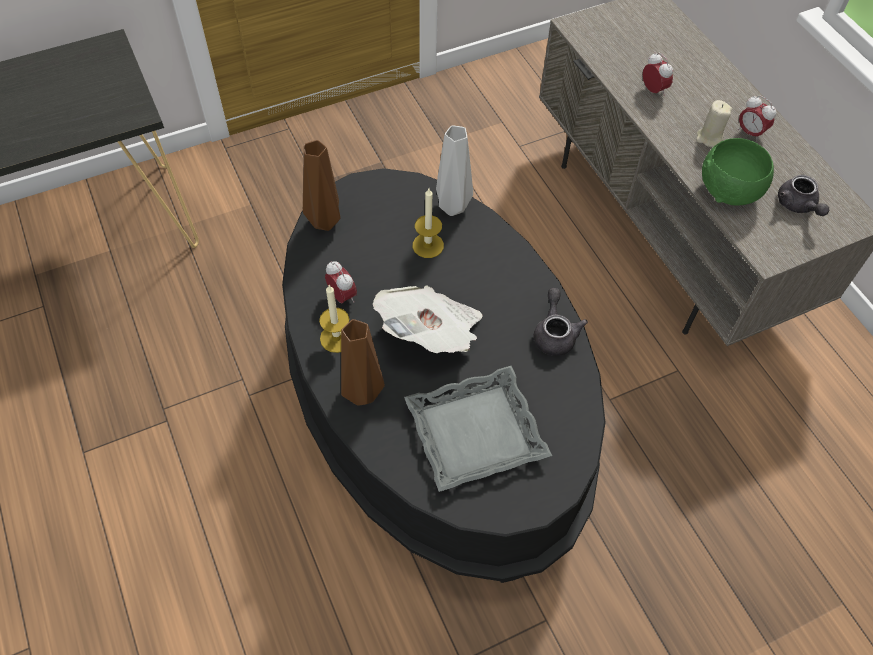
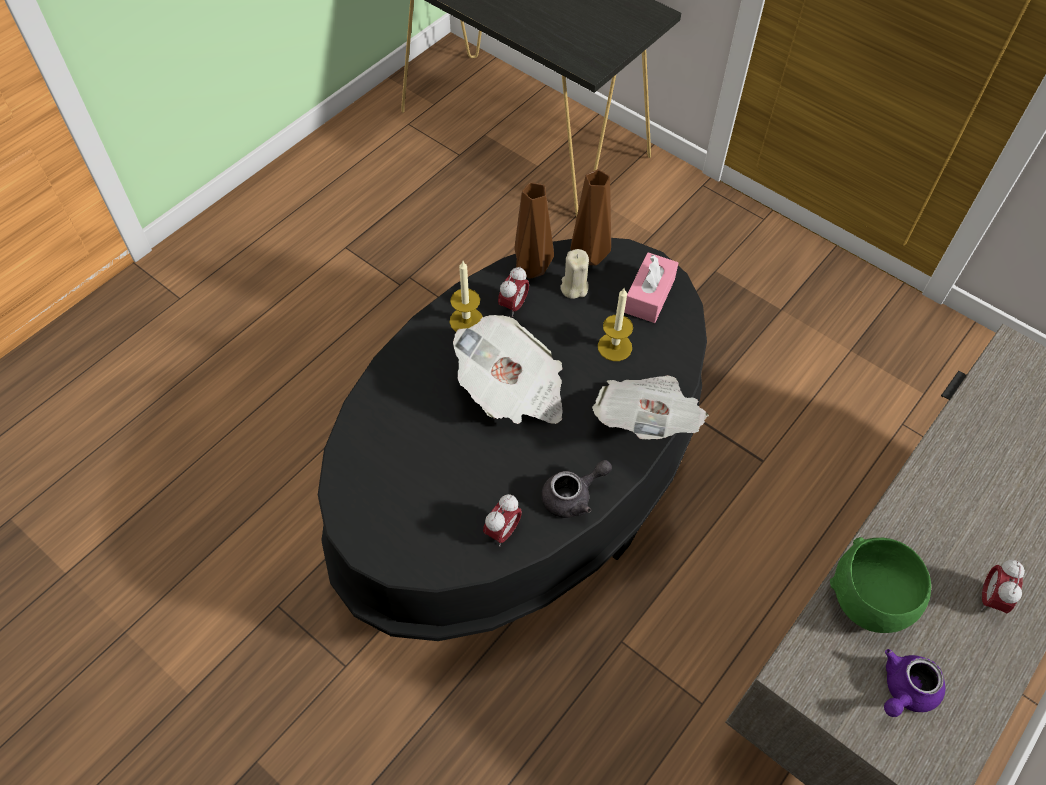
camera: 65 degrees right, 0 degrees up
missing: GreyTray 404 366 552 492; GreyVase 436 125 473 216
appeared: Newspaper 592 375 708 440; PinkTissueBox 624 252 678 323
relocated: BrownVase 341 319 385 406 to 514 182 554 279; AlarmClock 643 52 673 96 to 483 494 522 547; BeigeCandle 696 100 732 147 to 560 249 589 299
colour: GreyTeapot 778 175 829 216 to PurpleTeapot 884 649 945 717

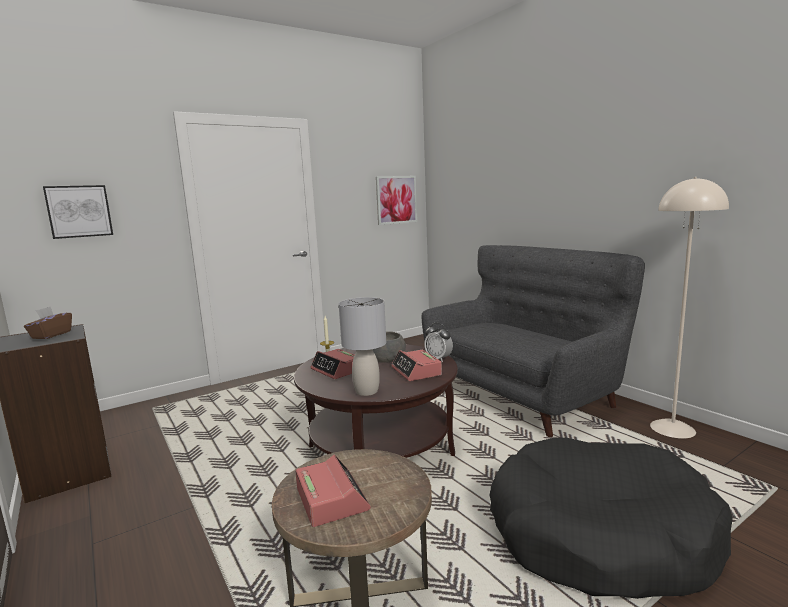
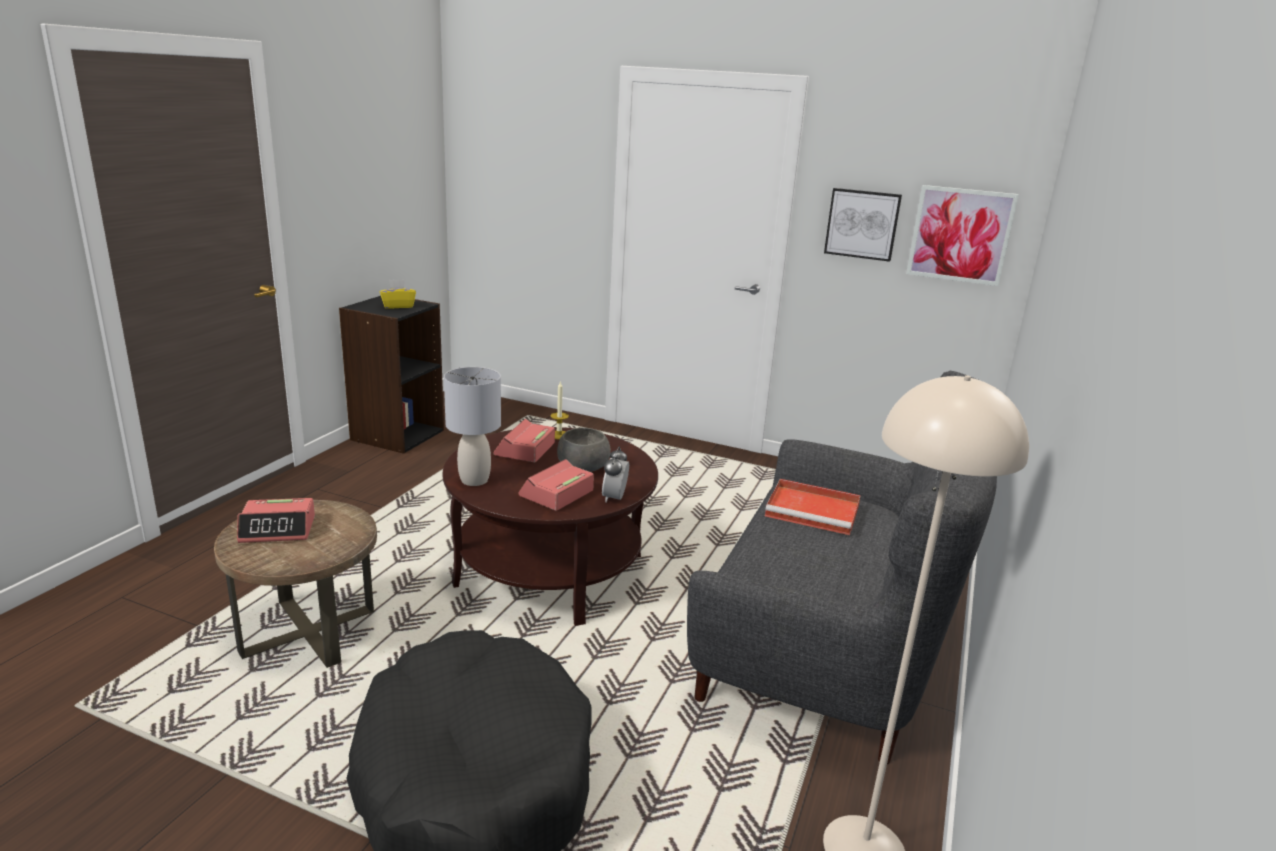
camera: 55 degrees right, 10 degrees up
appeared: RedTray 765 479 861 535
relocated: Picture 43 185 113 239 to 824 188 902 262
colour: BrownTissueBox 24 307 72 339 to YellowTissueBox 380 279 416 309
spun: AlarmClock 295 455 371 527 = 237 498 315 543 45 degrees clockwise

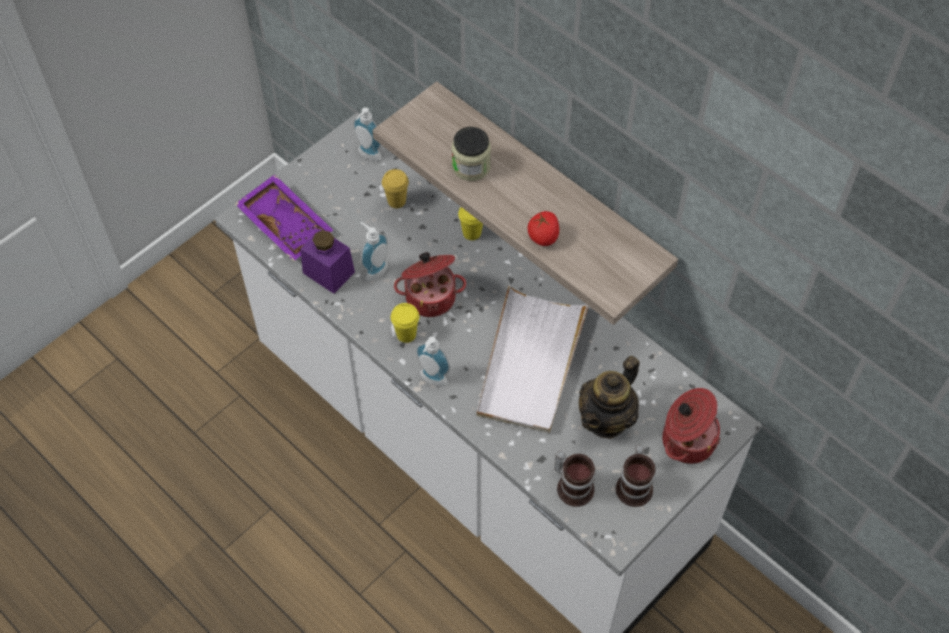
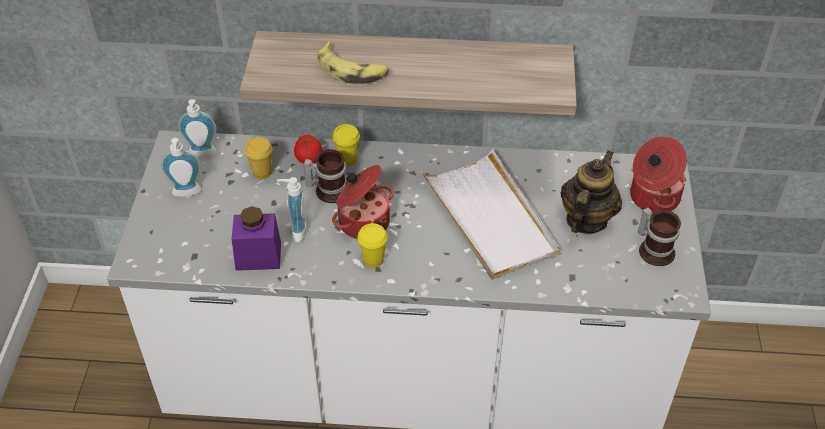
camera: 40 degrees left, 10 degrees down
missing: PurpleTray 235 174 333 261
relocated: SoapDispenser 416 336 450 387 to 161 138 202 197; Tomato 527 211 559 246 to 294 135 323 163; Mug 554 450 595 507 to 304 149 347 203
exchanged: Jar 452 127 491 181 to Banana 318 41 389 84
spun: Teapot 579 356 640 439 = 560 150 622 234 150 degrees counterclockwise

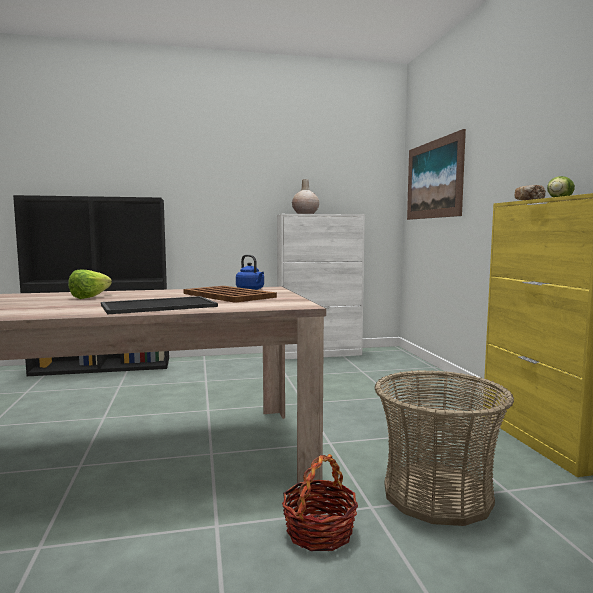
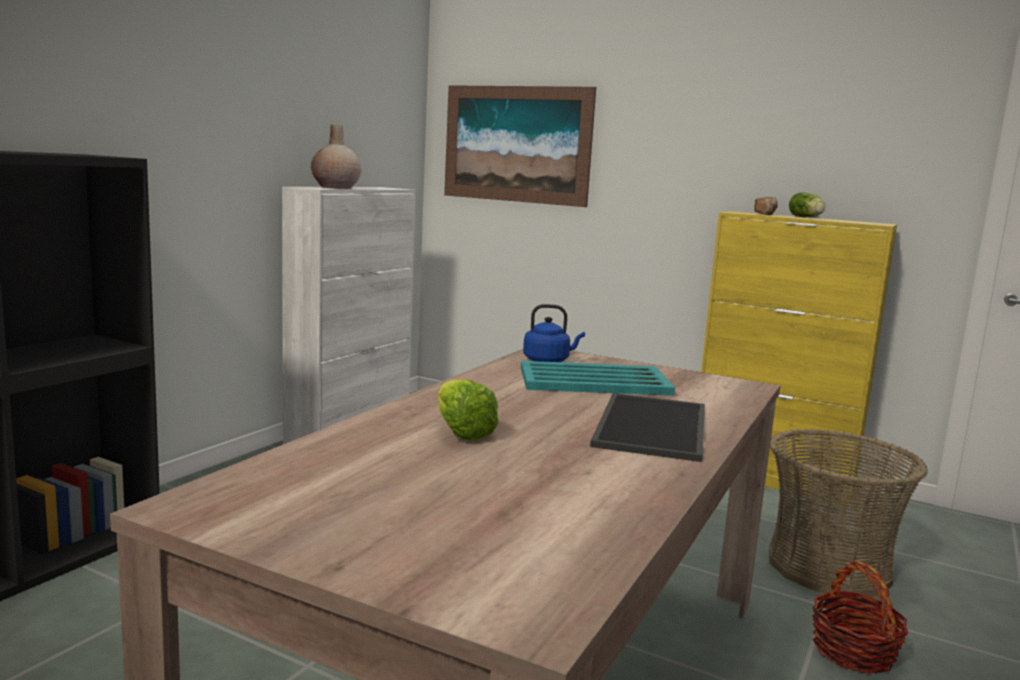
camera: 50 degrees left, 5 degrees up
colour: BrownTray 183 286 277 303 to TurquoiseTray 521 361 675 396

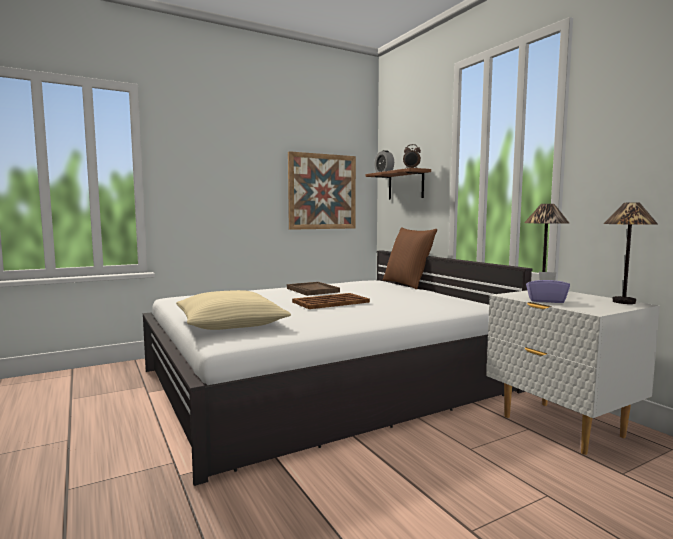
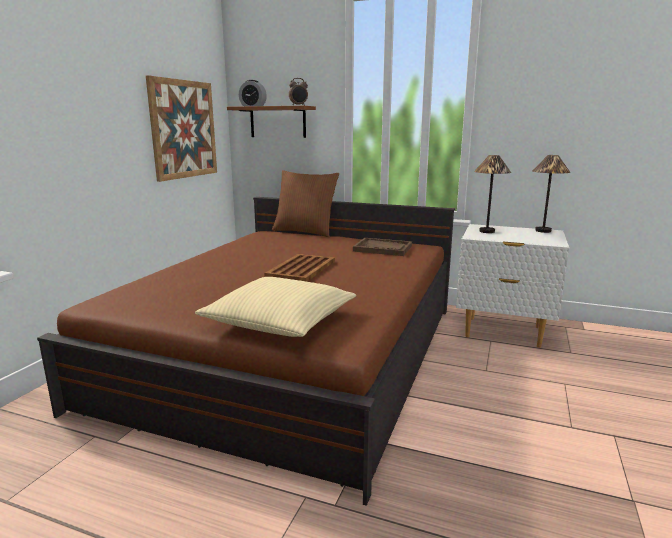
camera: 40 degrees left, 10 degrees up
missing: PurpleTissueBox 526 272 570 303
relocated: BrownTray 287 282 340 296 to 353 238 412 256
colour: WhiteBed 143 251 533 486 to BrownBed 37 197 455 506

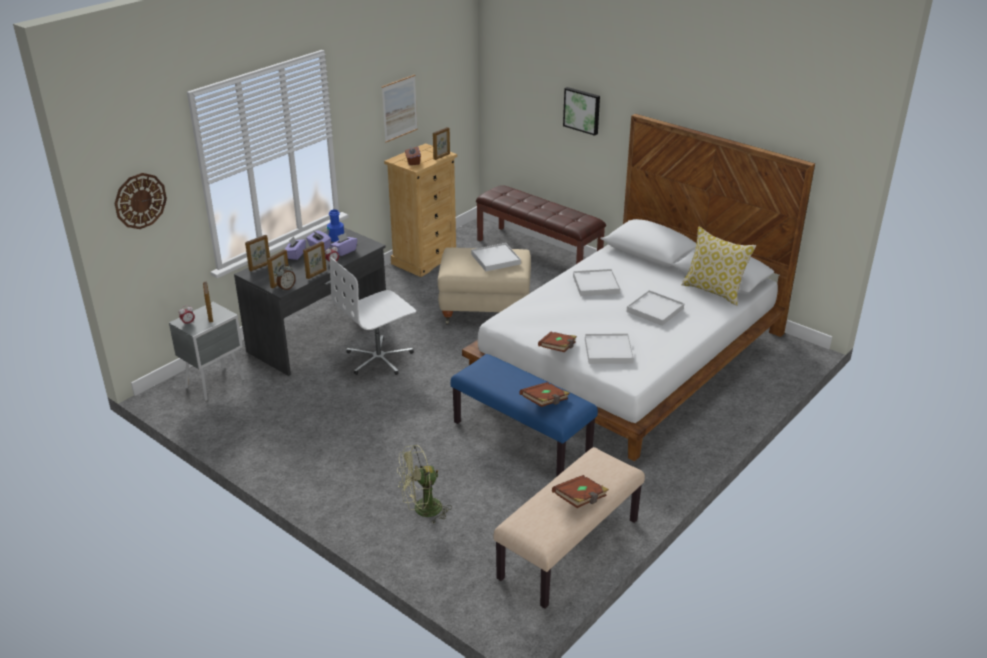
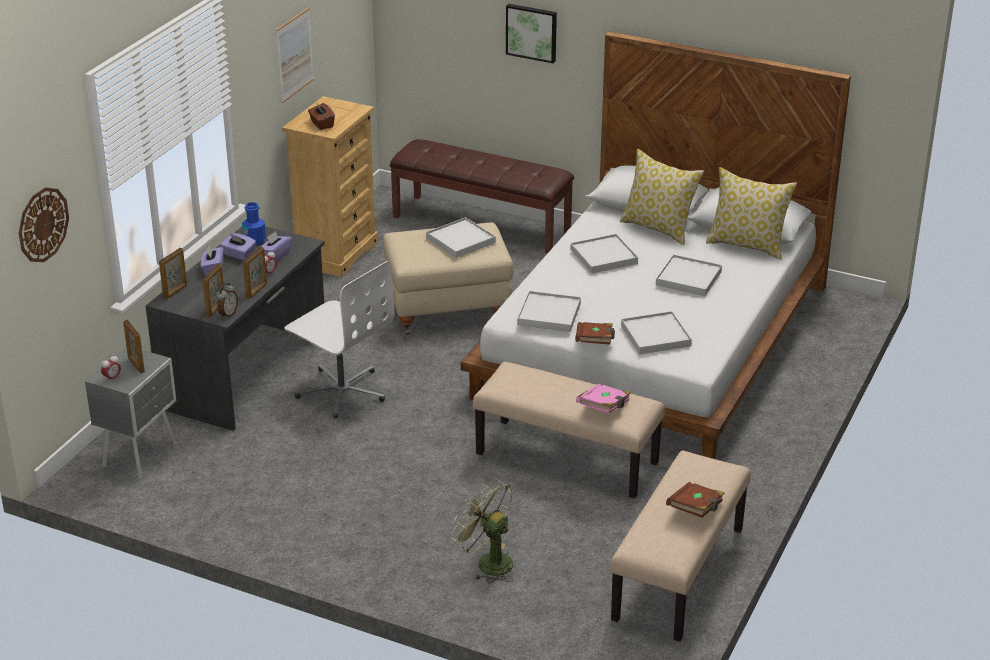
camera: 15 degrees left, 0 degrees up
missing: PictureFrame 433 127 450 160
appeared: WhiteTray 517 291 581 332; Pillow 620 149 704 245
colour: BlueBench 450 354 598 477 to BeigeBench 473 362 665 499; BrownBook 519 382 570 407 to PinkBook 576 384 631 413
spun: WhiteOfficeChair 330 257 416 375 = 285 261 394 418 90 degrees counterclockwise; GreenFan 397 445 452 524 = 452 478 513 584 75 degrees clockwise

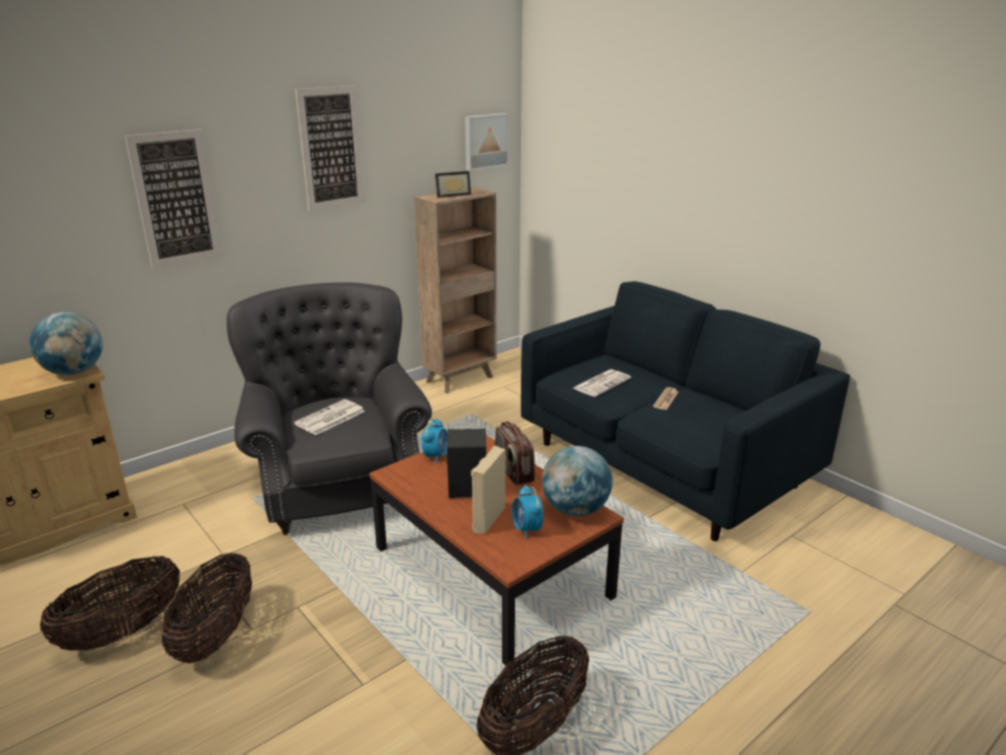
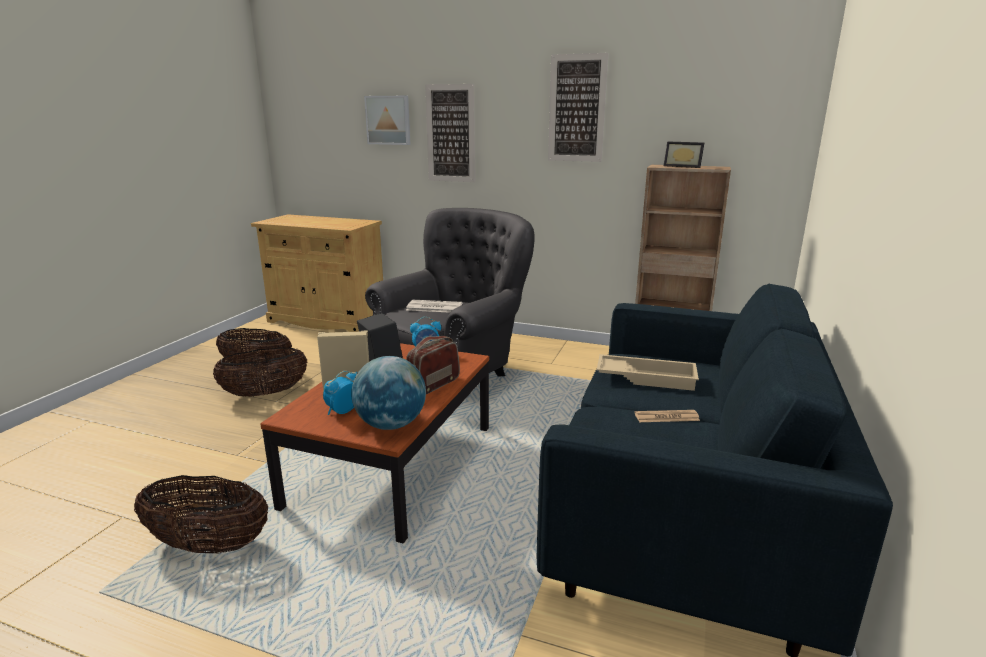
camera: 60 degrees right, 5 degrees down
missing: Globe 29 312 103 375
relocated: Picture 465 113 509 171 to 364 96 411 145
exchanged: Newspaper 573 369 631 397 to BeigeTray 597 354 699 391

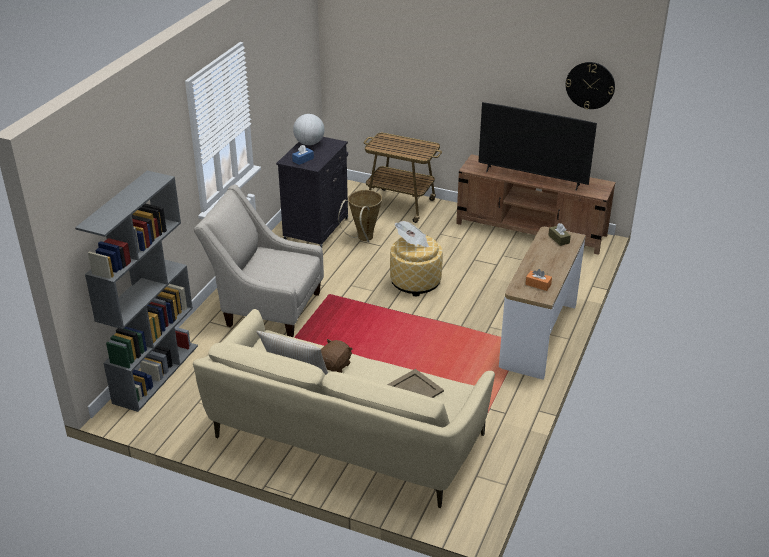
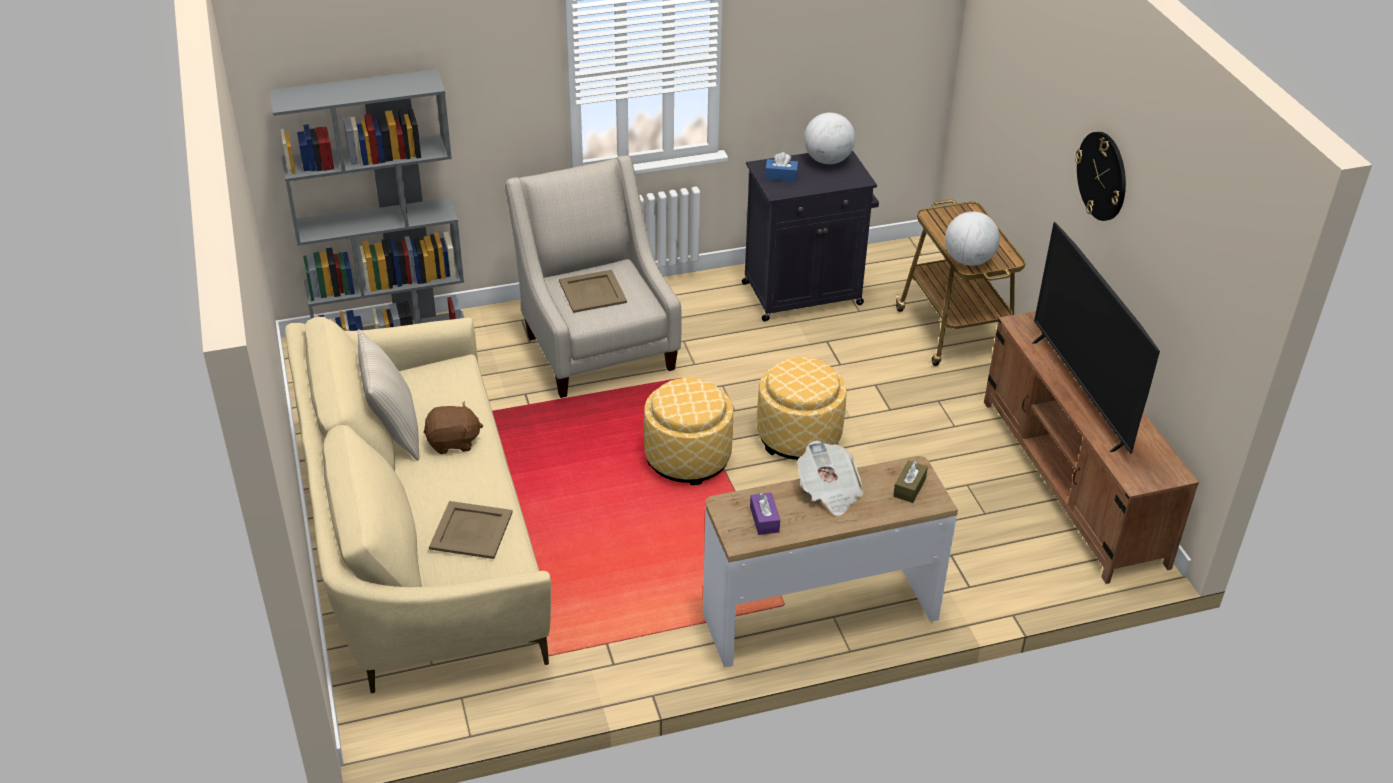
camera: 50 degrees right, 5 degrees up
missing: Basket 338 190 382 242
appeared: BeigeTray 559 270 627 313; Ottoman 644 378 733 485; Globe 945 211 1000 266
relocated: Newspaper 395 221 429 247 to 797 440 864 516; WallClock 566 62 615 109 to 1075 132 1126 221
colour: OrangeTissueBox 525 269 552 291 to PurpleTissueBox 750 492 780 535

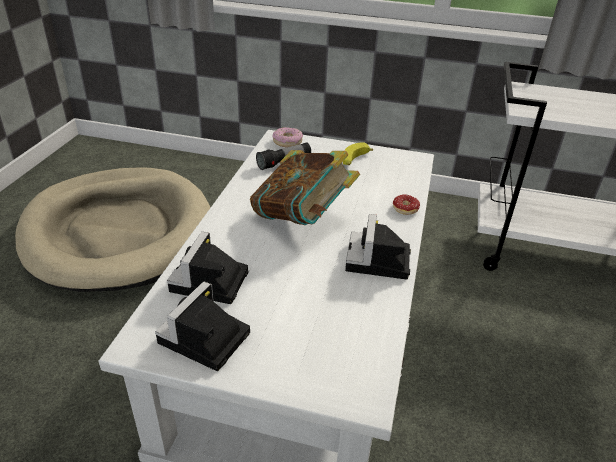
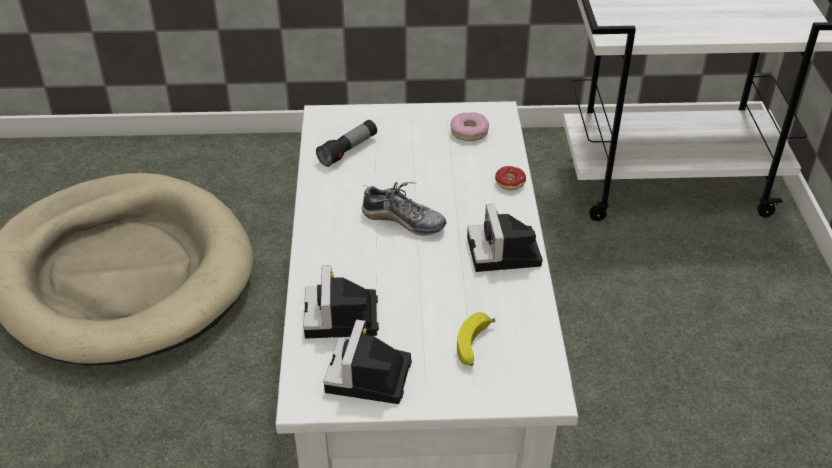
camera: 15 degrees left, 5 degrees up
relocated: Donut 273 127 303 147 to 450 112 489 141; Banana 343 142 373 165 to 457 312 495 366
exchanged: Book 250 150 360 225 to Shoe 362 182 446 236

